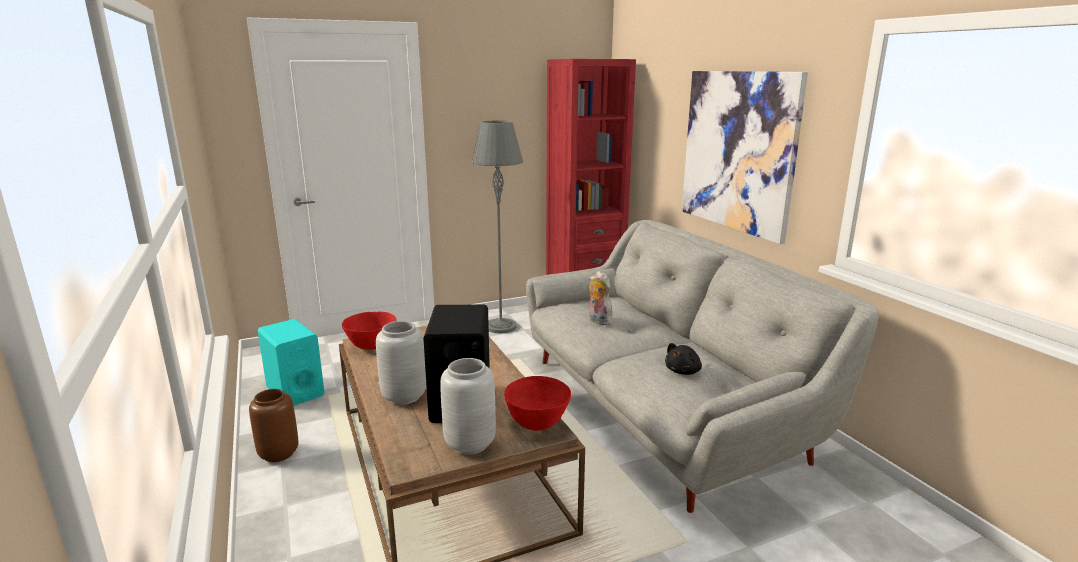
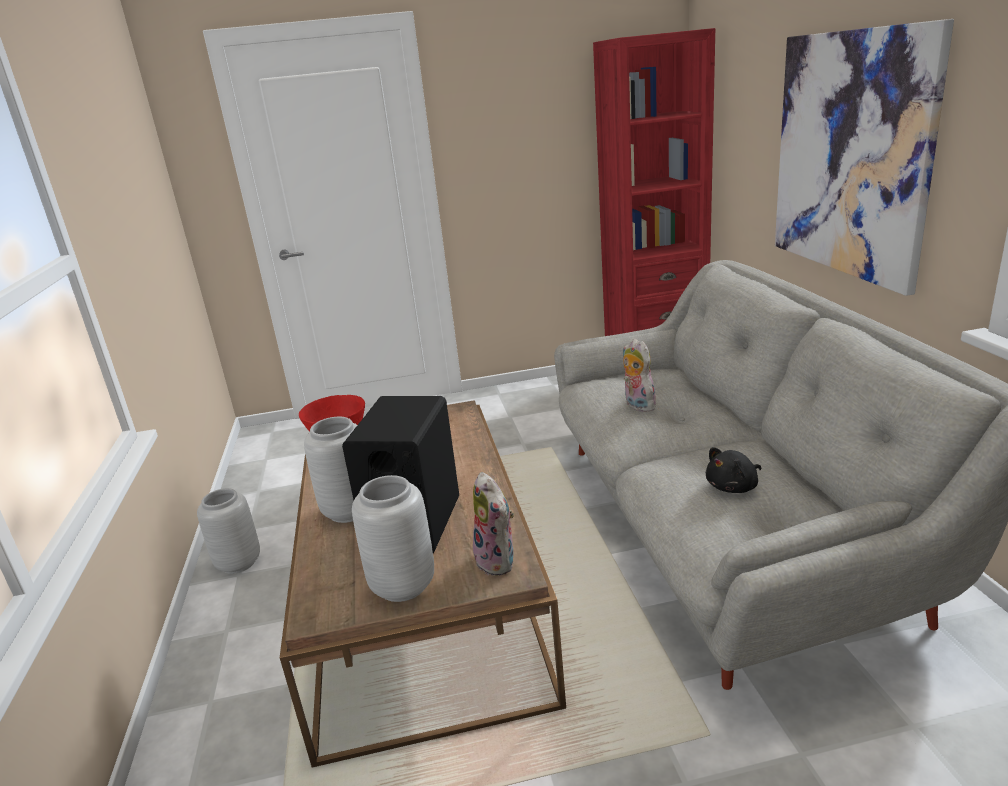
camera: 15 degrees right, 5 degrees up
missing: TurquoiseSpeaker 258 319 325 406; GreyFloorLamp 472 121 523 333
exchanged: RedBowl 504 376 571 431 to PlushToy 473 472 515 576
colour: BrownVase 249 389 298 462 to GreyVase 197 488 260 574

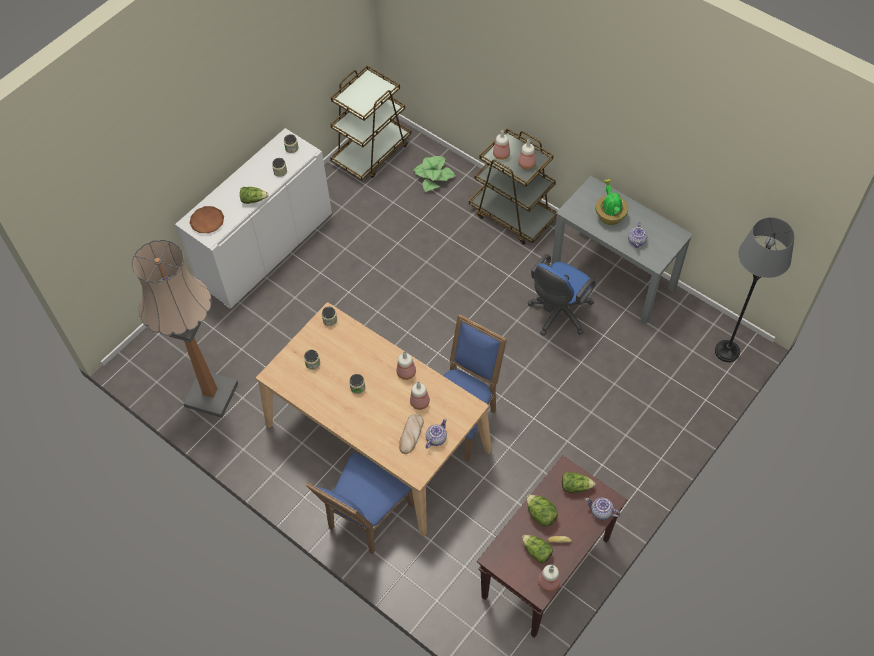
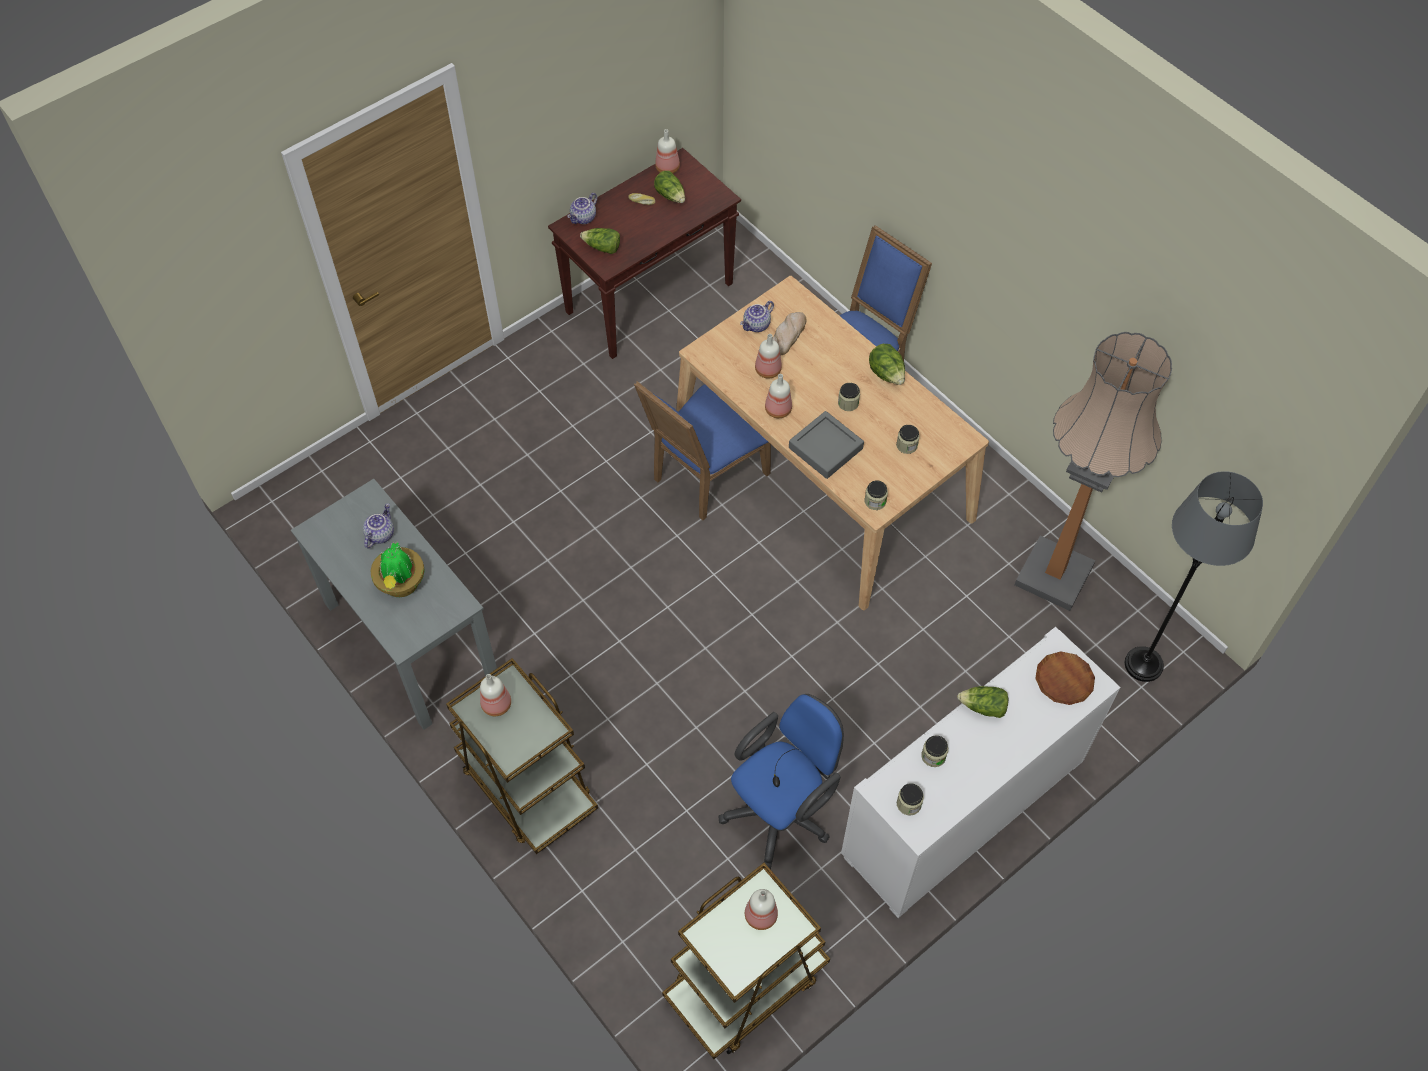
camera: 170 degrees left, 0 degrees up
missing: PottedPlant 414 156 455 192
appeared: GreyTray 789 411 864 479
relocated: Bottle 493 130 510 160 to 745 889 778 930; Lettuce 526 494 558 527 to 869 344 905 385; BlueOfficeChair 527 254 595 336 to 718 694 844 870; GreyFloorLamp 715 217 795 362 to 1125 471 1263 682
spun: Teapot 586 498 620 520 = 567 193 597 224 90 degrees clockwise

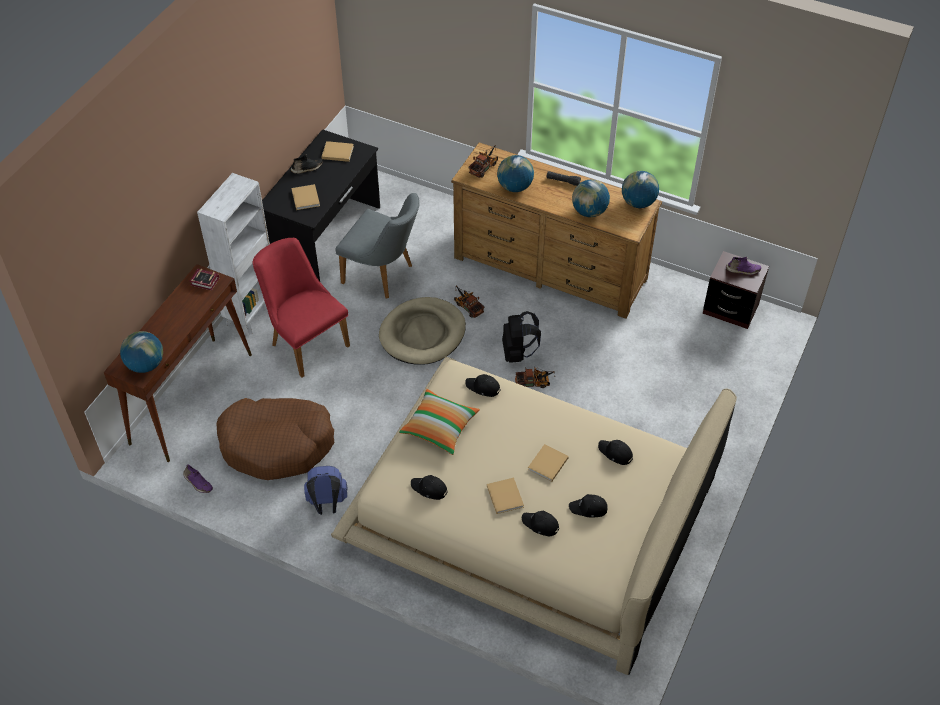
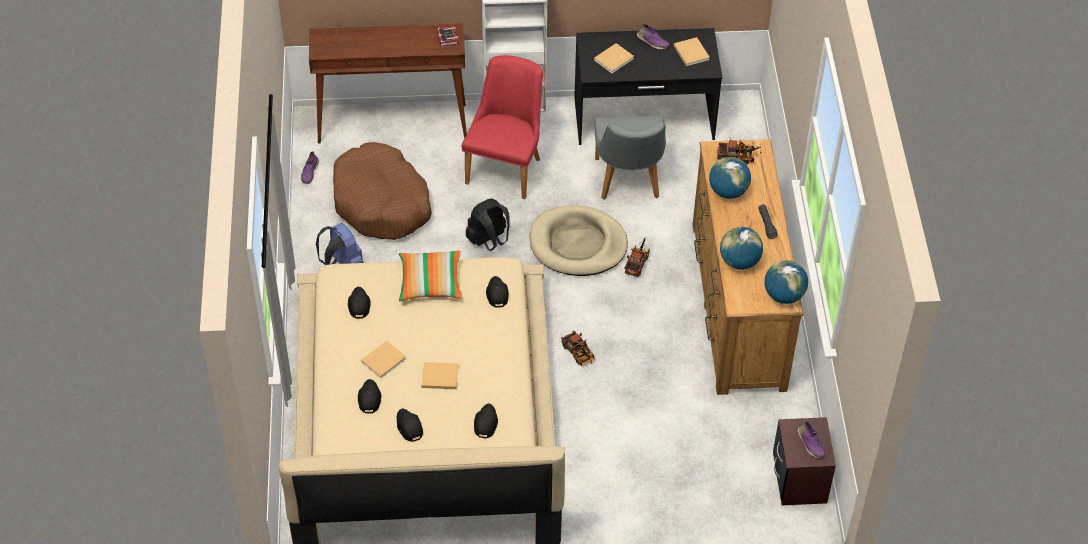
camera: 60 degrees right, 0 degrees up
missing: Globe 120 331 163 373
relocated: BlackBackpack 502 311 541 363 to 466 198 510 251
colour: BlackShoe 290 154 323 174 to PurpleShoe 636 23 669 49

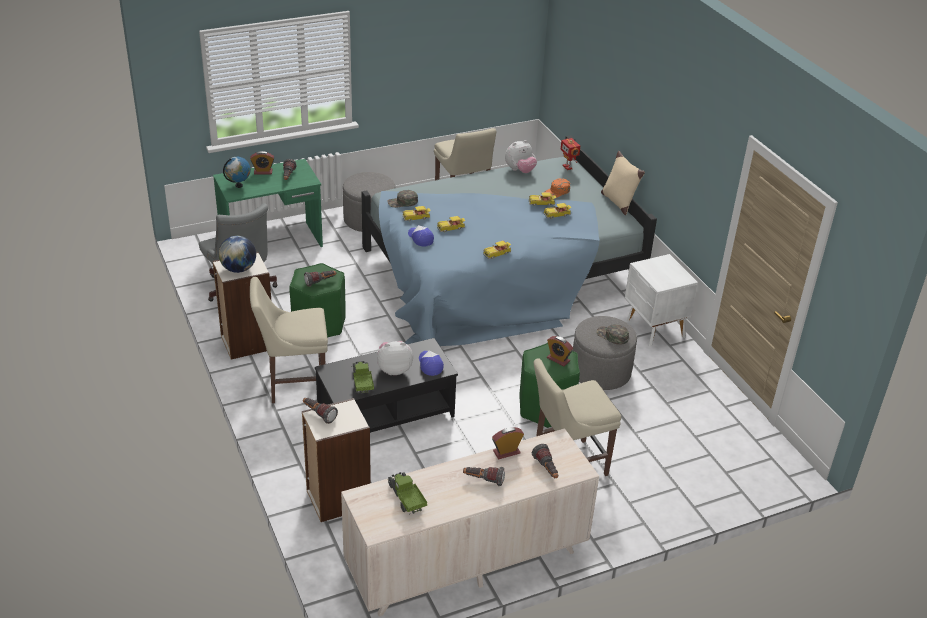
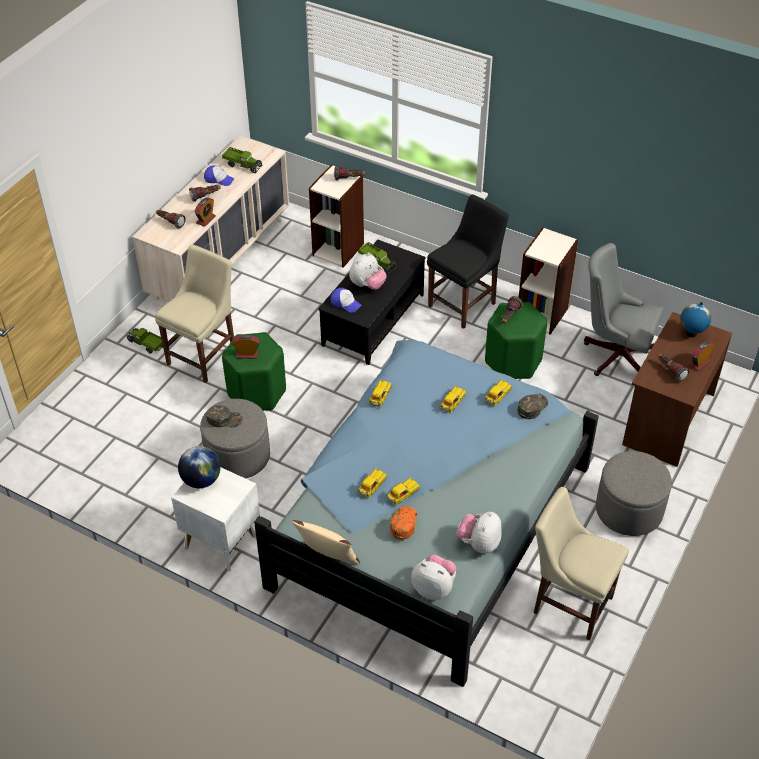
camera: 145 degrees right, 10 degrees up
appeared: ToyTruck 126 328 163 354
relocated: Globe 219 236 256 273 to 178 446 221 488; Cap 408 225 434 247 to 204 165 235 186
exchanged: ToyRobot 560 138 580 170 to PlushToy 411 554 456 600
colour: GreenDesk 213 159 323 247 to BrownDesk 622 312 732 467; BeigeChair 250 277 328 403 to BlackChair 427 194 509 329

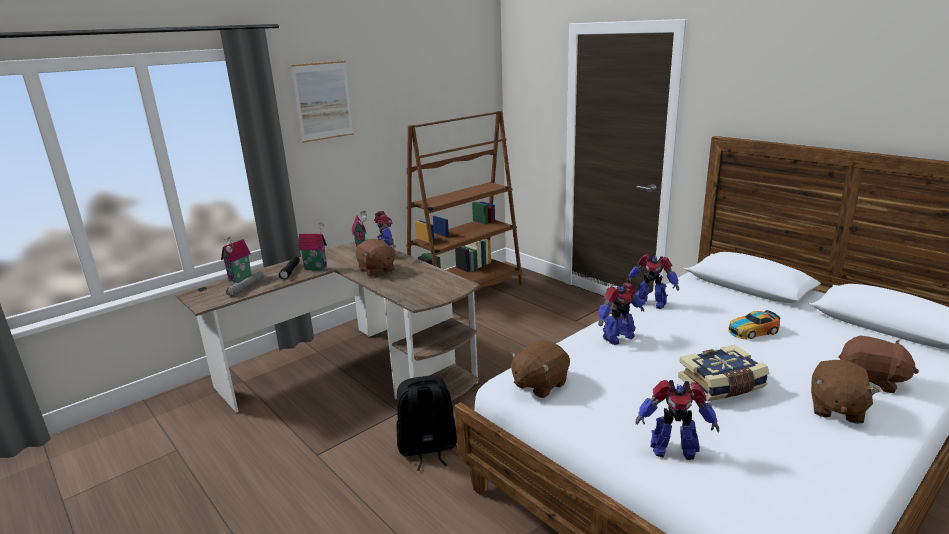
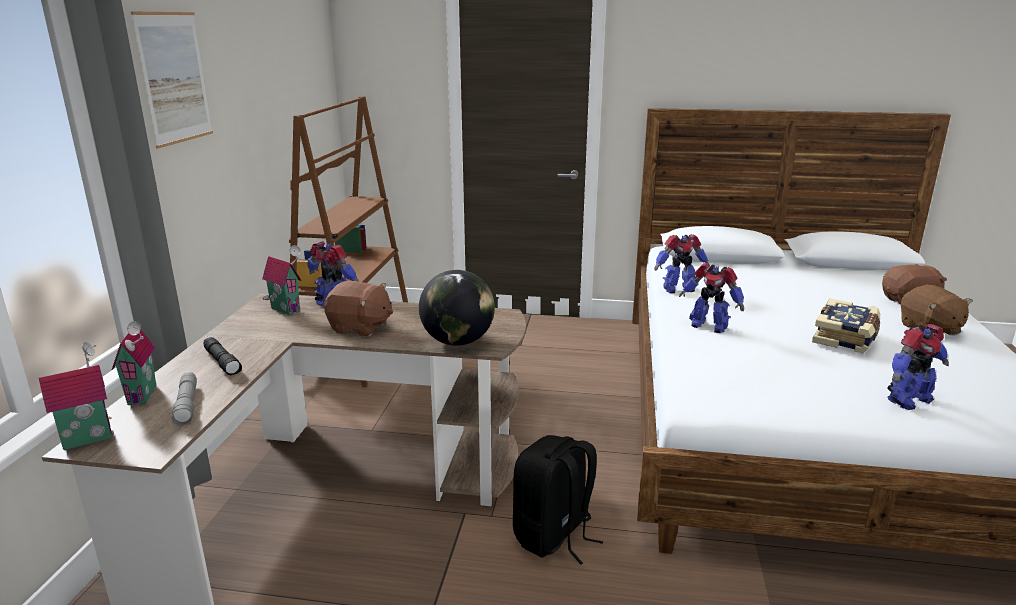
camera: 40 degrees left, 0 degrees up
missing: BrownPlushToy 510 340 570 398; ToyCar 728 310 781 339
appeared: Globe 419 270 495 346
relocated: ToyHouse 298 222 327 270 to 39 342 114 450
spun: ToyRobot 598 283 644 345 = 679 263 744 333 105 degrees clockwise

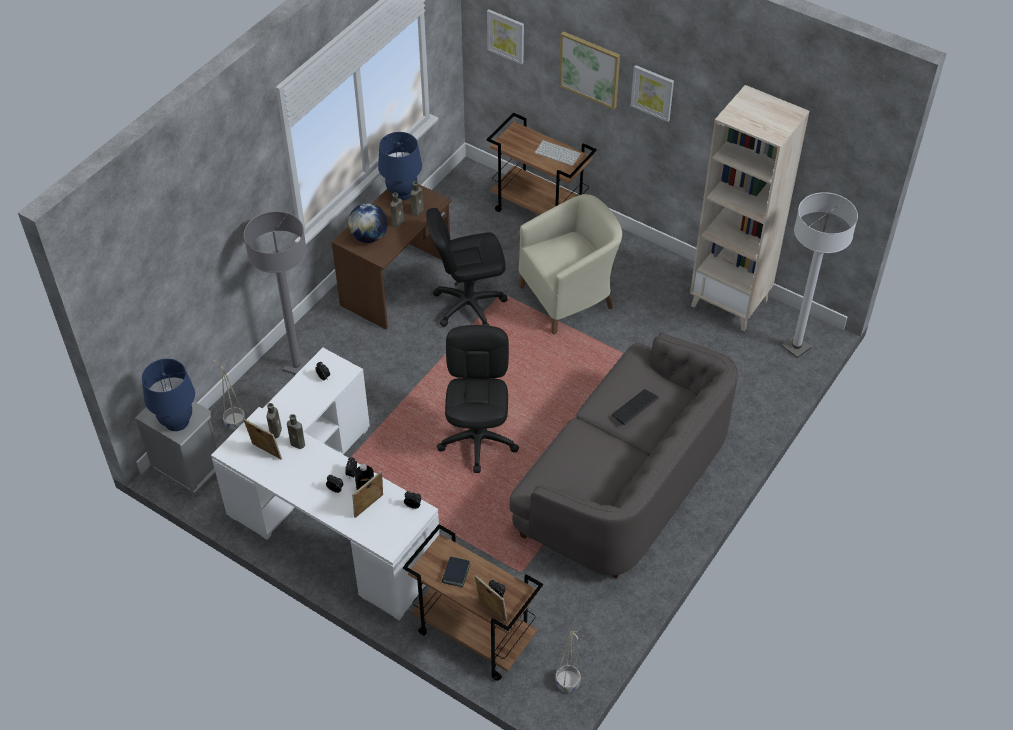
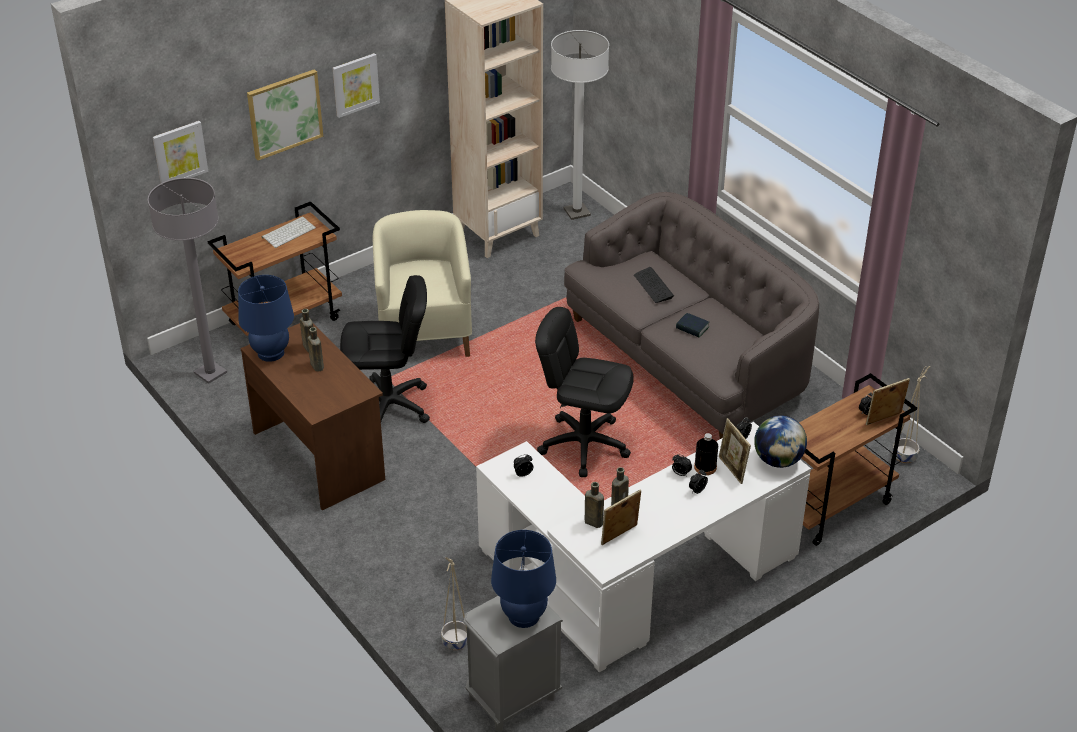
camera: 70 degrees left, 10 degrees down
relocated: GreyFloorLamp 244 211 310 375 to 148 178 227 384; Globe 348 203 388 243 to 754 415 807 468; Book 442 557 471 587 to 676 313 709 337
spun: BlackOfficeChair 426 208 508 327 = 340 275 430 423 105 degrees counterclockwise

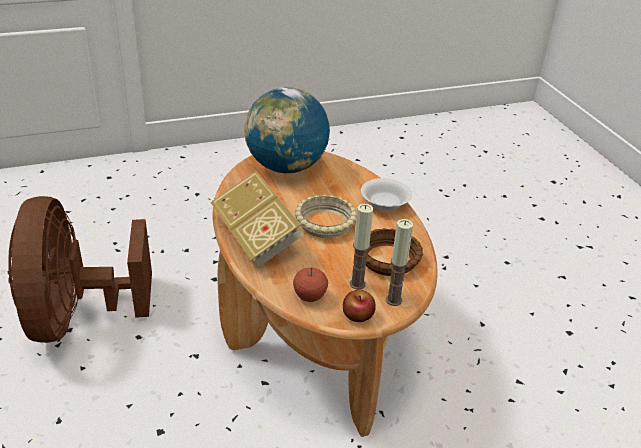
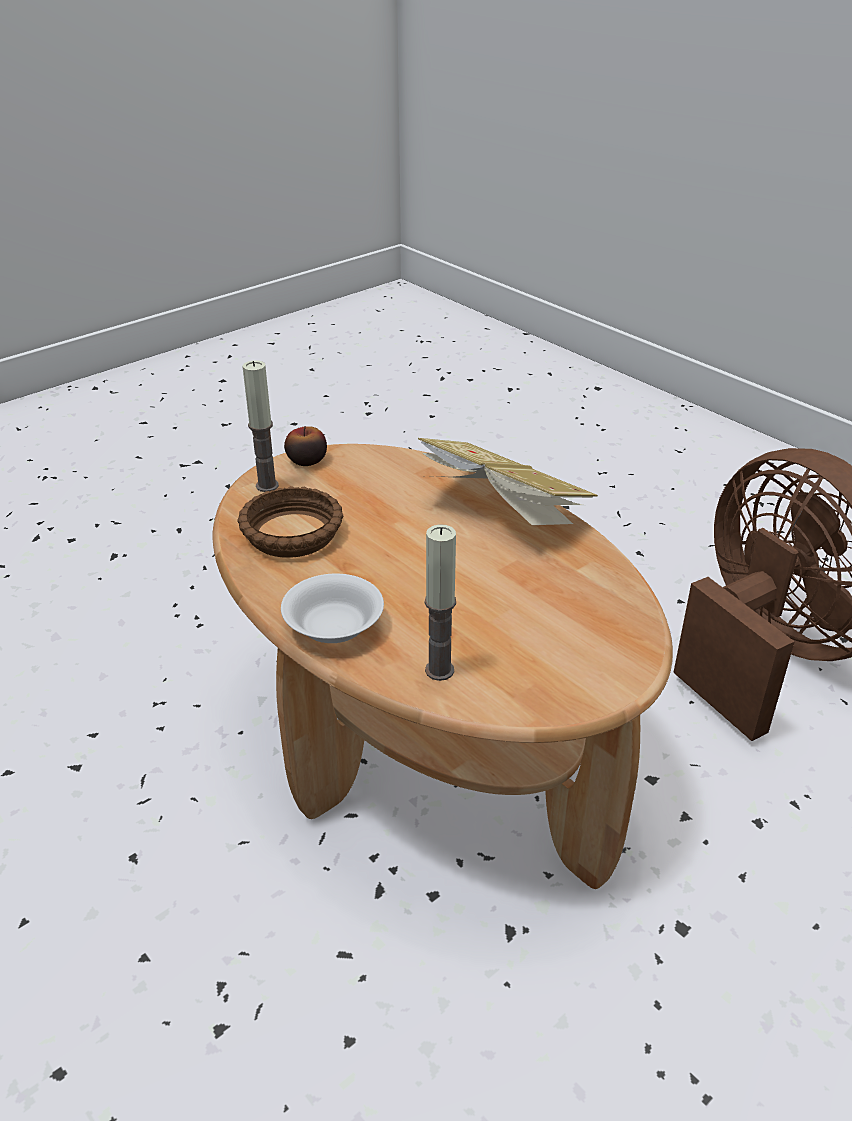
camera: 160 degrees right, 0 degrees up
missing: Globe 244 87 330 173; Apple 293 268 328 302; BeigeBowl 295 195 357 238
relocated: Candle 350 204 373 289 to 424 524 456 681

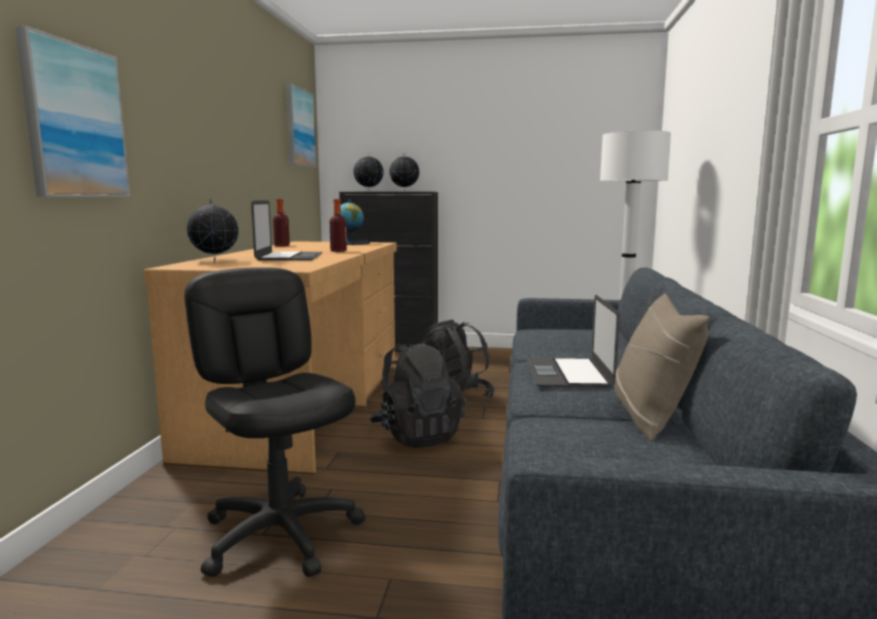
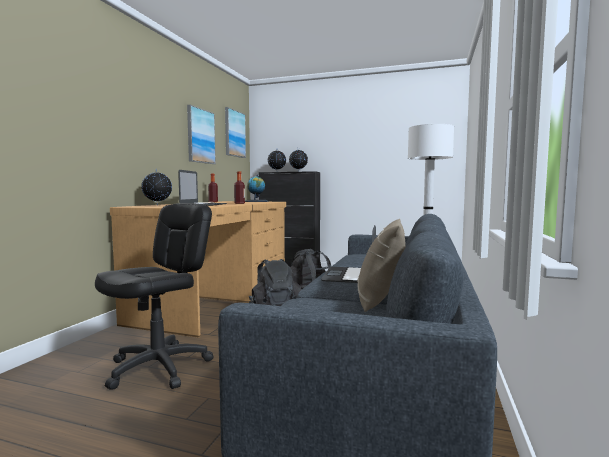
camera: 10 degrees right, 5 degrees down
relocated: Picture 15 25 130 197 to 187 105 216 164
spun: BlackOfficeChair 184 267 365 577 = 95 203 214 390 60 degrees clockwise

